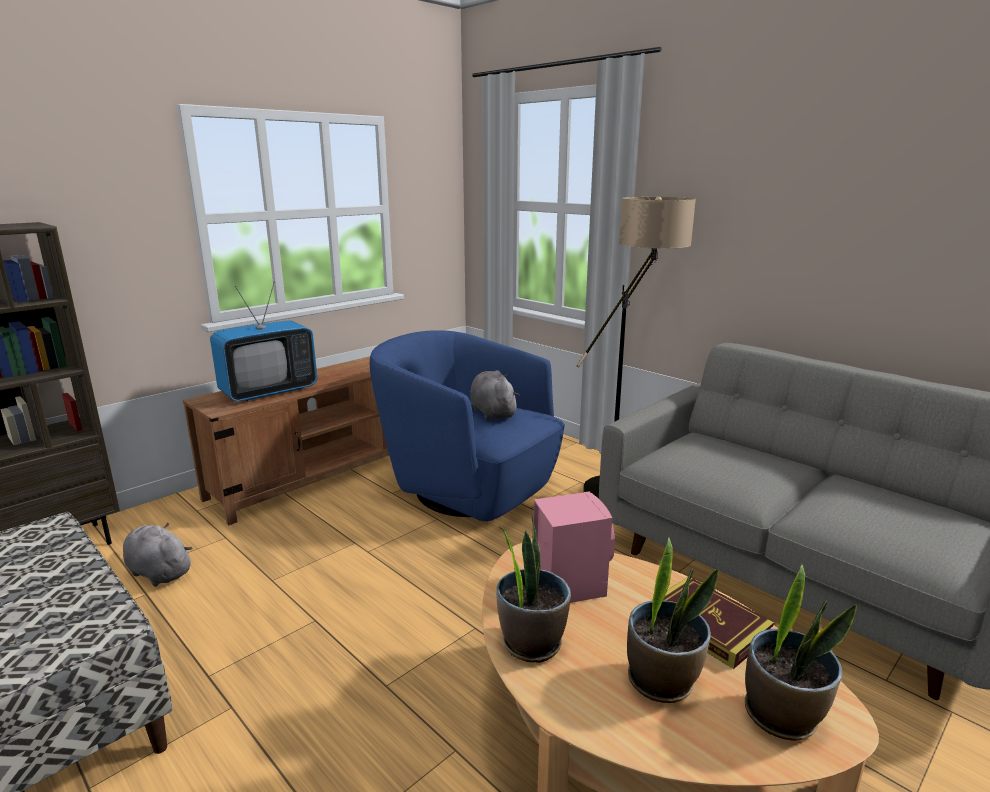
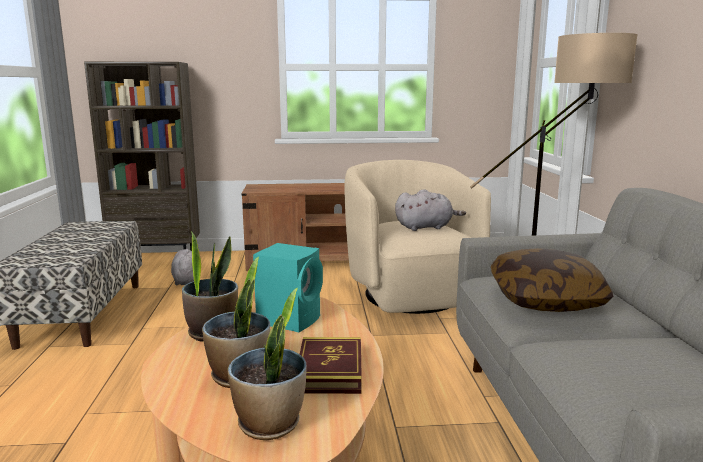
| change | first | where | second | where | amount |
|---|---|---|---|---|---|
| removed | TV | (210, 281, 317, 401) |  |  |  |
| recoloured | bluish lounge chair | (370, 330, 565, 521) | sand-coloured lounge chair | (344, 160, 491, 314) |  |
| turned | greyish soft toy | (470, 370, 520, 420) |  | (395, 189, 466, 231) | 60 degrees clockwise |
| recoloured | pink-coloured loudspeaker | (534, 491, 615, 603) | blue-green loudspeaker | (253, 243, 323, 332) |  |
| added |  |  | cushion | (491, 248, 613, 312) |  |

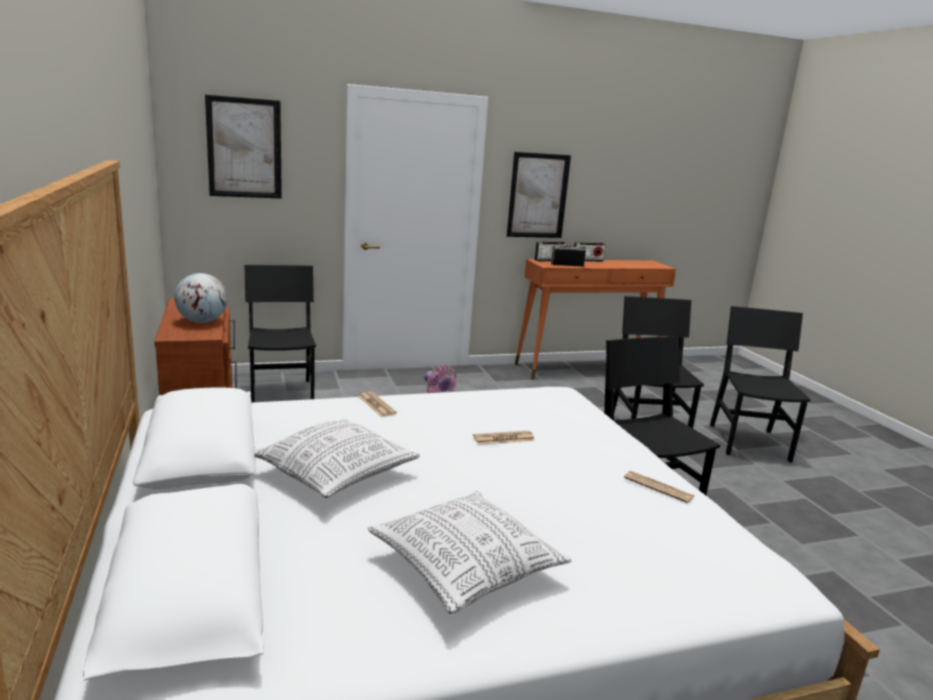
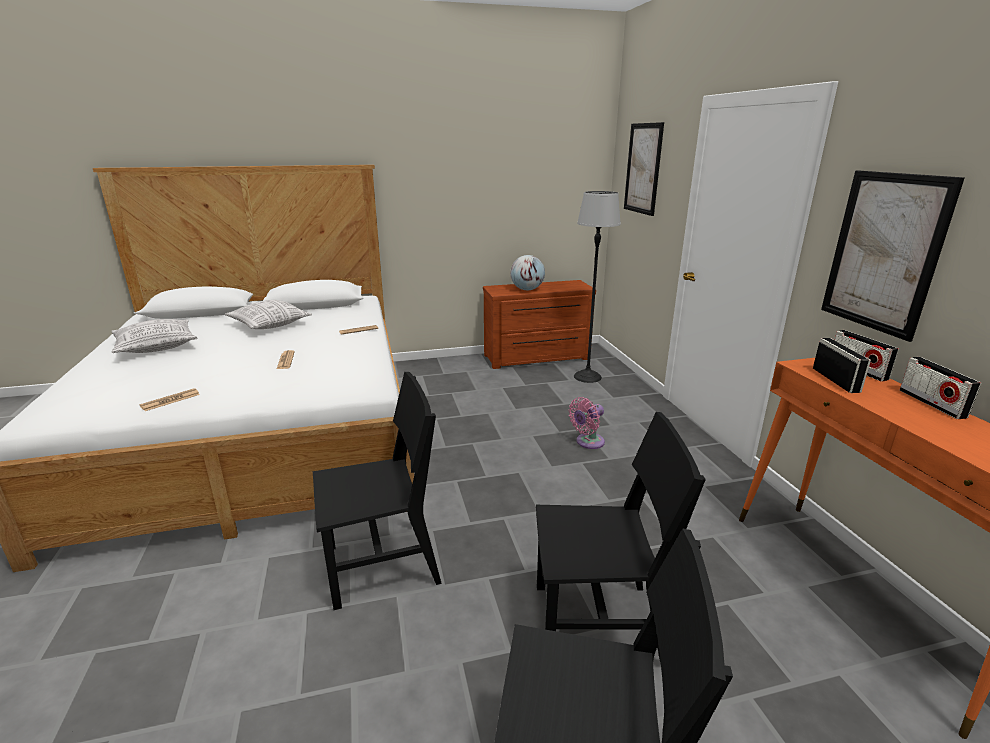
| change | first | where | second | where | amount |
|---|---|---|---|---|---|
| replaced | black-coloured plain chair | (245, 265, 316, 403) | standing lamp | (574, 191, 621, 383) |  |

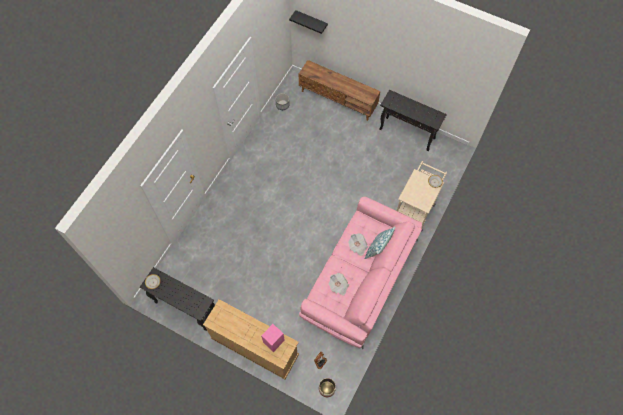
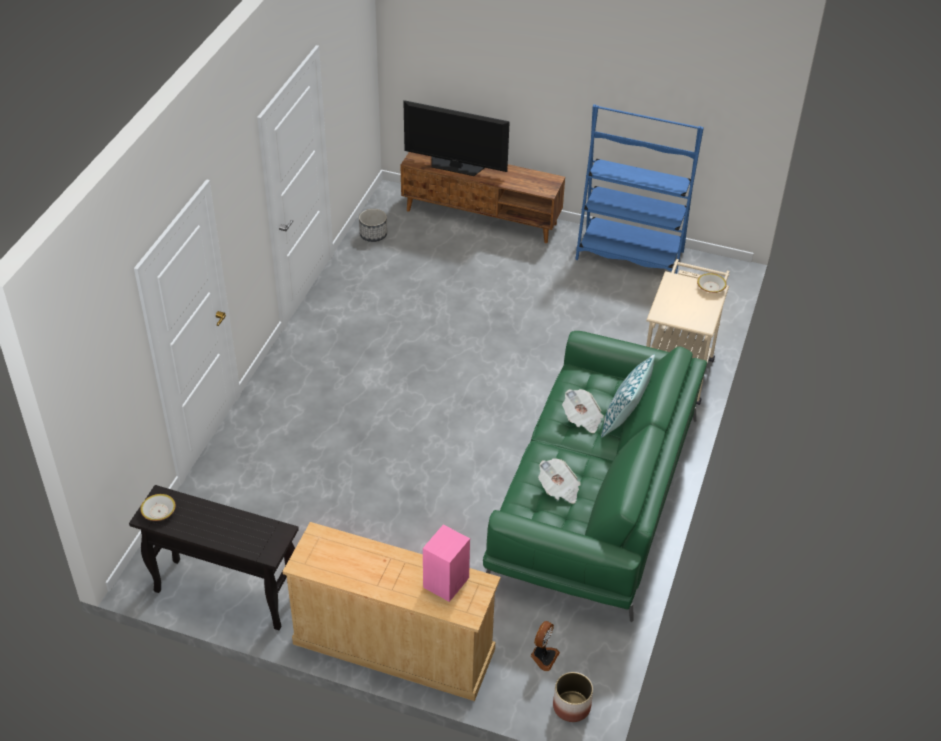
| change | first | where | second | where | amount |
|---|---|---|---|---|---|
| removed | black-coloured bracket shelf | (289, 10, 328, 34) |  |  |  |
| replaced | black-coloured console table | (379, 90, 447, 151) | bluish bookshelf | (575, 104, 704, 274) |  |
| recoloured | pink-coloured couch | (299, 197, 422, 349) | greenish couch | (483, 331, 707, 622) |  |
| added |  |  | TV | (403, 100, 510, 176) |  |

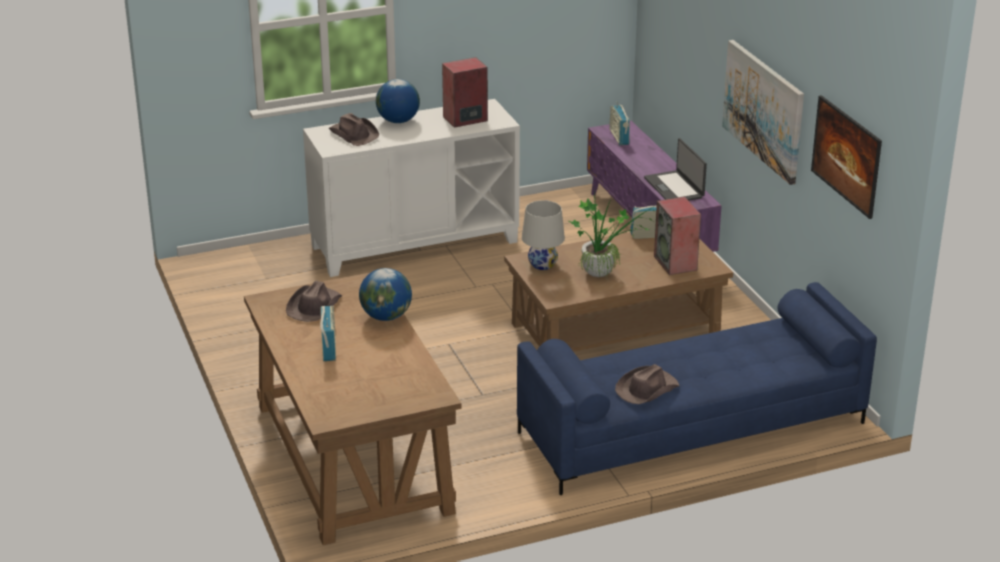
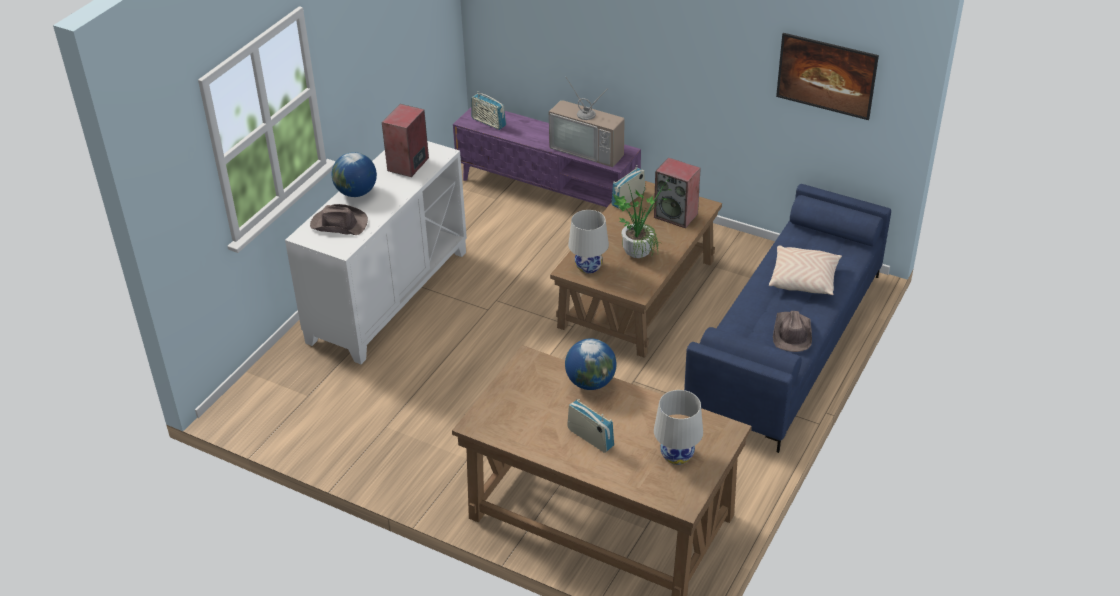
| change | first | where | second | where | amount |
|---|---|---|---|---|---|
| removed | picture | (722, 40, 804, 185) |  |  |  |
| replaced | notebook computer | (644, 138, 707, 201) | TV | (549, 79, 625, 167) |  |
| removed | brownish wearable hat | (286, 281, 342, 322) |  |  |  |
| added |  |  | sand-coloured cushion | (769, 246, 842, 295) |  |
| added |  |  | whitish table lamp | (654, 390, 703, 465) |  |

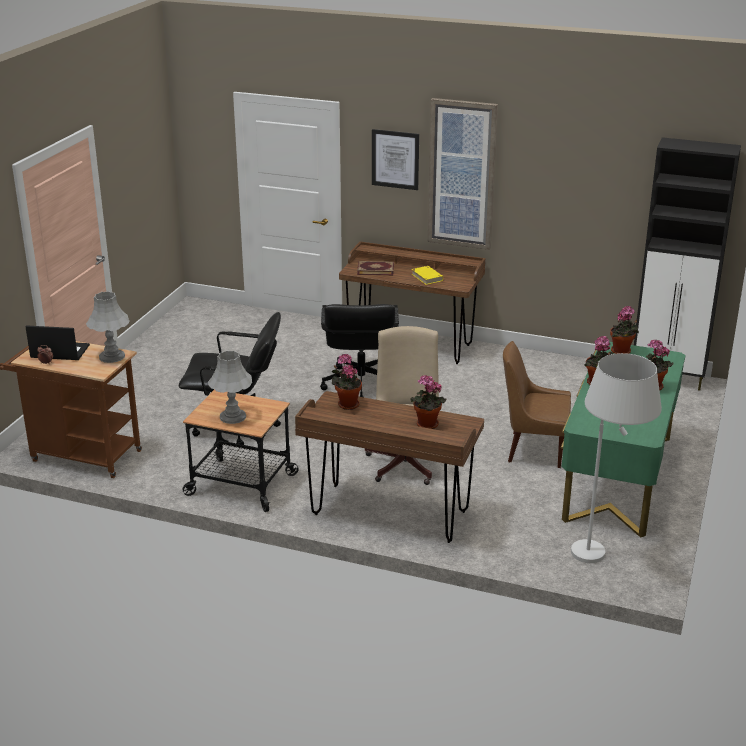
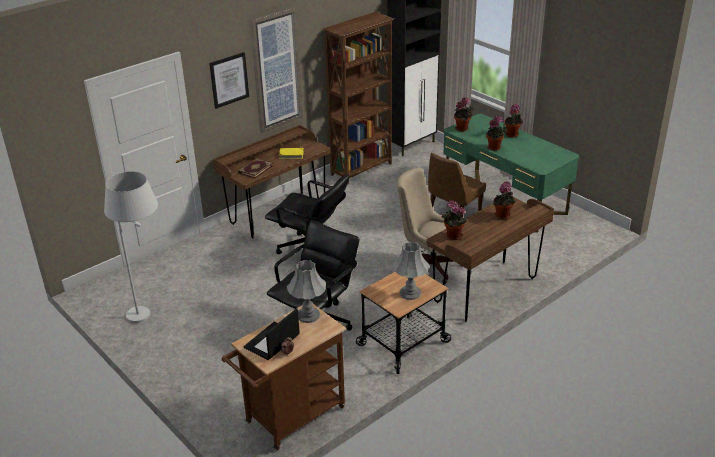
| change | first | where | second | where | amount |
|---|---|---|---|---|---|
| moved | whitish standing lamp | (571, 353, 662, 563) |  | (104, 171, 158, 323) |  |
| added |  |  | brownish bookshelf | (323, 12, 394, 184) |  |

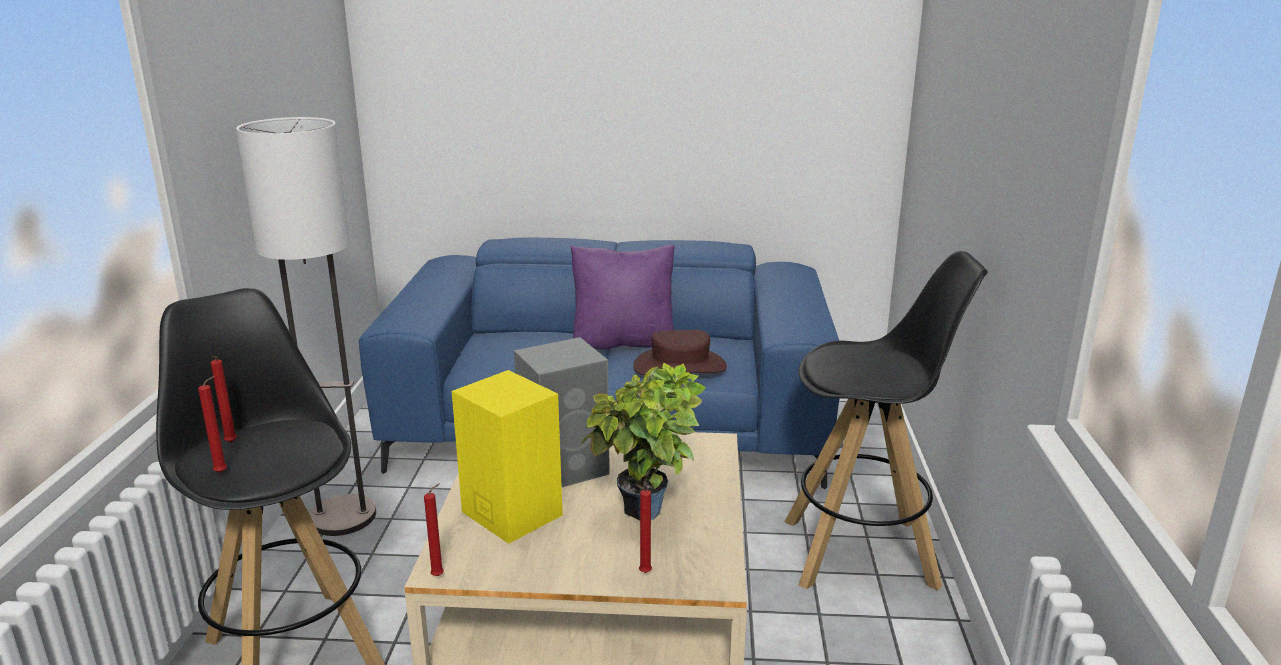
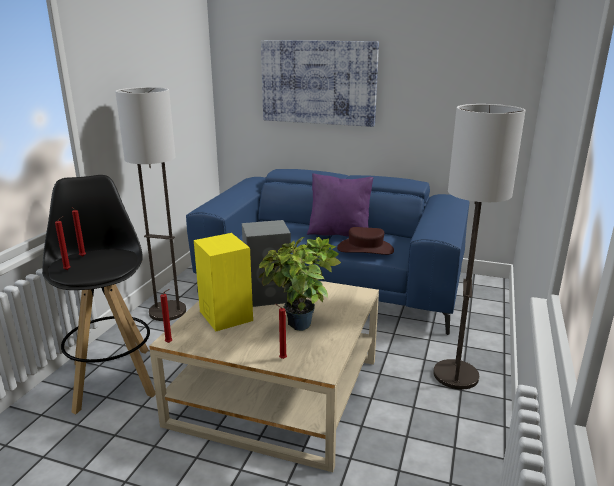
| change | first | where | second | where | amount |
|---|---|---|---|---|---|
| replaced | black-coloured sitting stool | (785, 251, 988, 591) | standing lamp | (433, 104, 526, 390) |  |
| added |  |  | picture | (261, 40, 379, 127) |  |

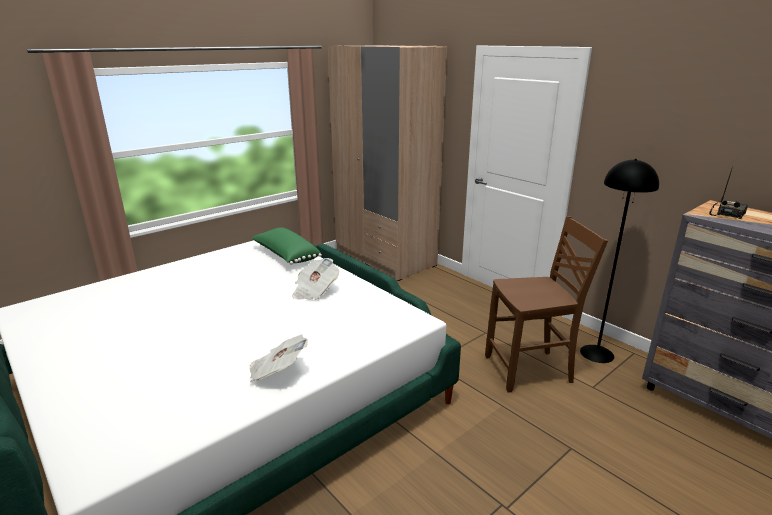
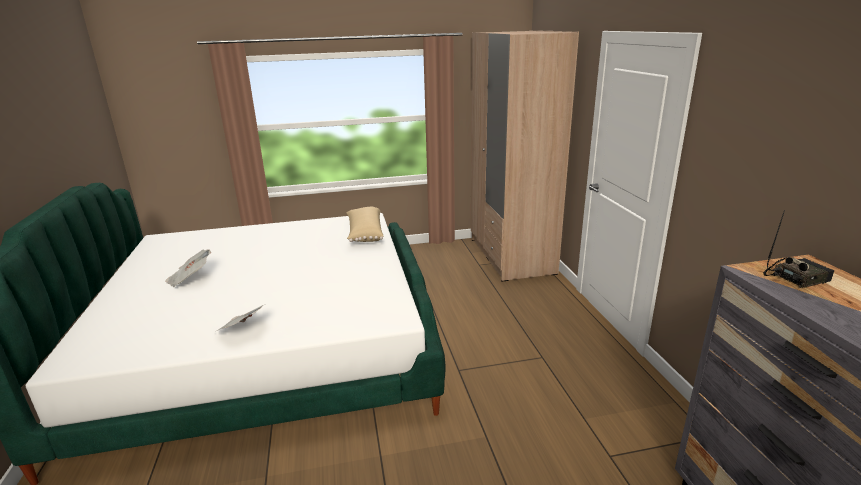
| change | first | where | second | where | amount |
|---|---|---|---|---|---|
| removed | black-coloured standing lamp | (580, 159, 659, 363) |  |  |  |
| removed | brownish plain chair | (485, 216, 608, 393) |  |  |  |
| recoloured | greenish cushion | (252, 227, 322, 265) | sand-coloured cushion | (347, 207, 384, 242) |  |
| moved | newspaper | (292, 258, 339, 300) |  | (165, 249, 211, 287) |  |

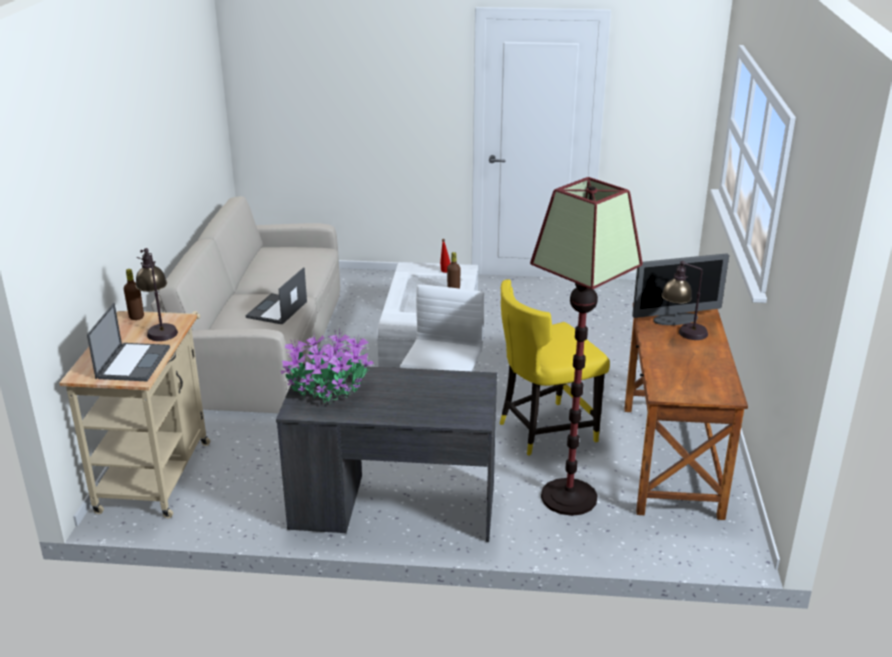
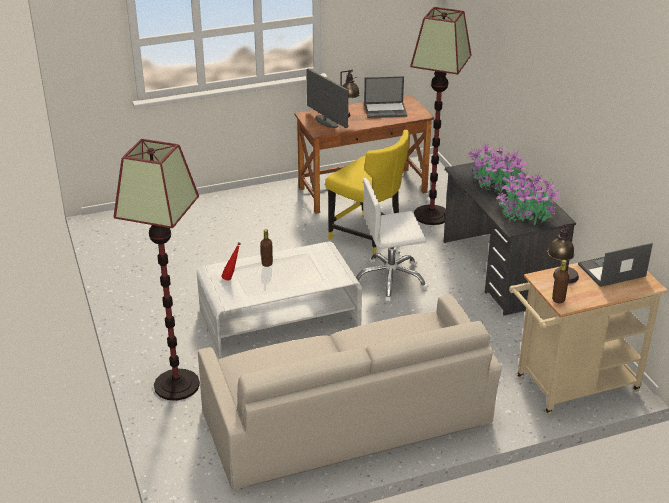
| change | first | where | second | where | amount |
|---|---|---|---|---|---|
| moved | notebook computer | (246, 267, 307, 325) |  | (364, 76, 407, 118) |  |
| added |  |  | standing lamp | (113, 139, 200, 401) |  |
| added |  |  | houseplant | (468, 143, 529, 193) |  |

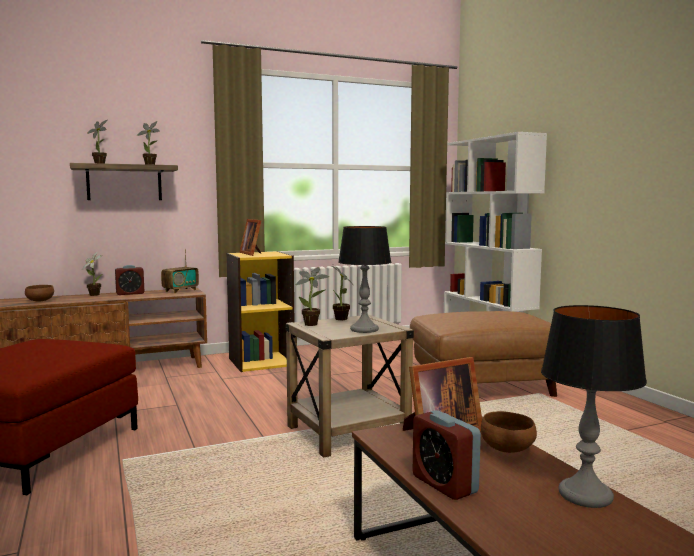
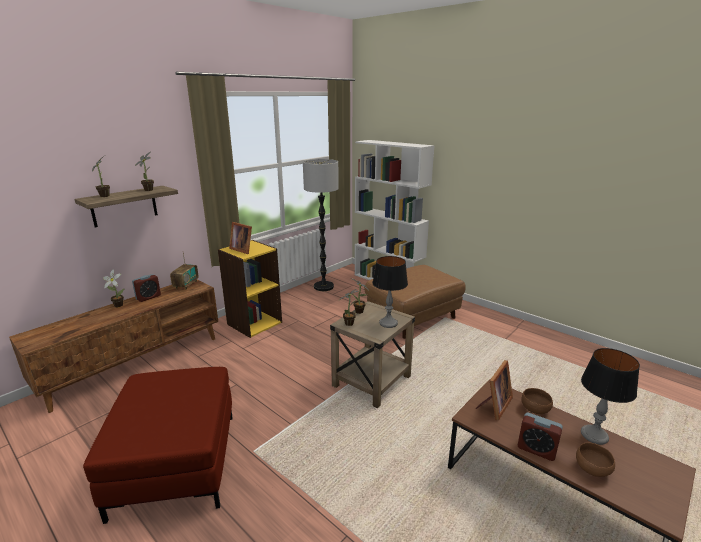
| change | first | where | second | where | amount |
|---|---|---|---|---|---|
| moved | brownish deep dish | (25, 285, 54, 302) |  | (576, 443, 615, 477) |  |
| added |  |  | standing lamp | (303, 159, 339, 291) |  |

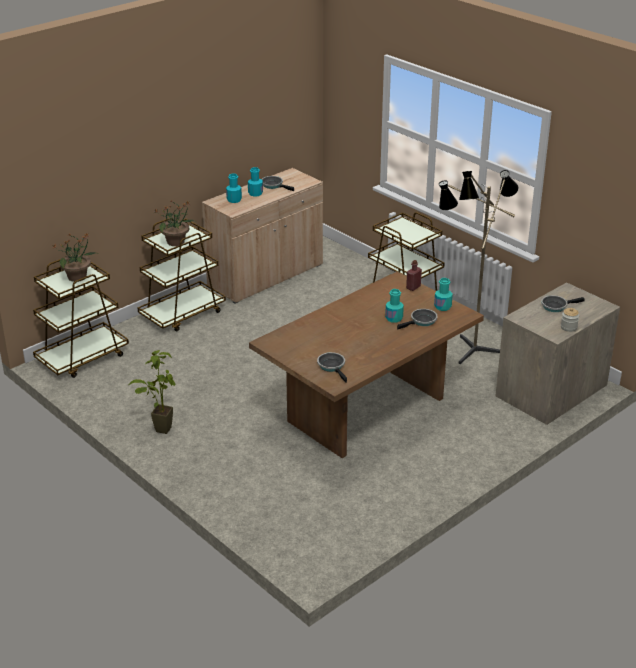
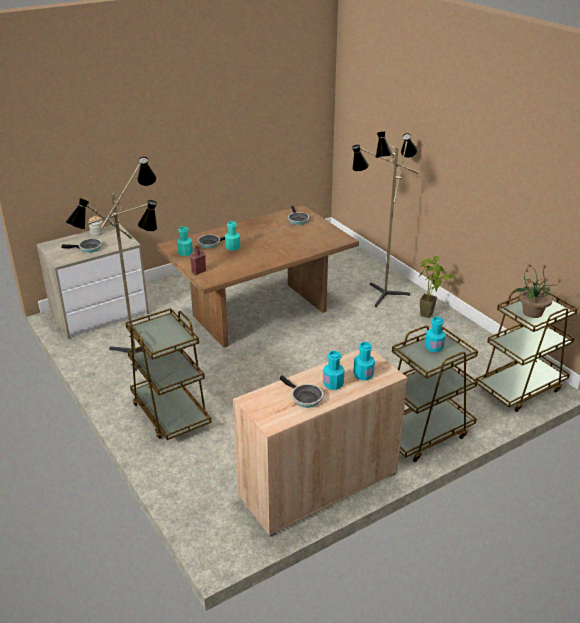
| change | first | where | second | where | amount |
|---|---|---|---|---|---|
| replaced | houseplant | (154, 200, 197, 246) | blue-green beverage bottle | (425, 317, 445, 352) |  |
| added |  |  | standing lamp | (352, 131, 419, 307) |  |

